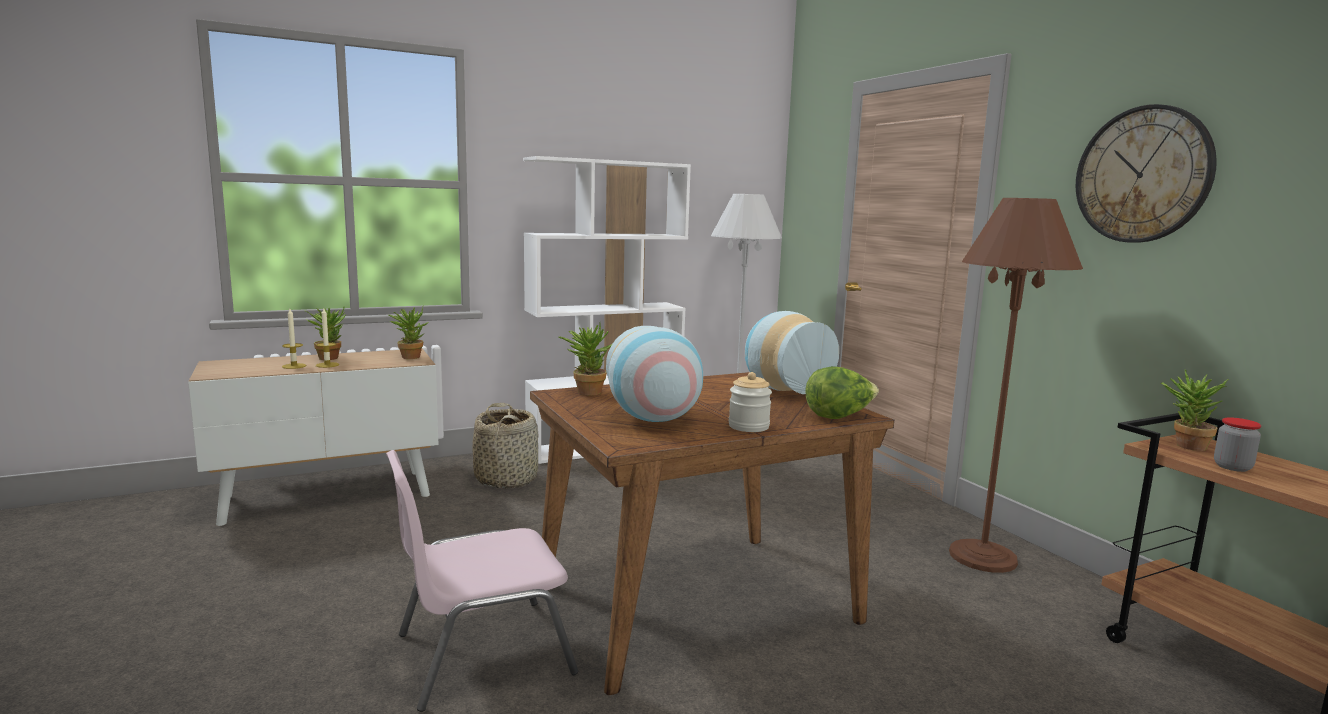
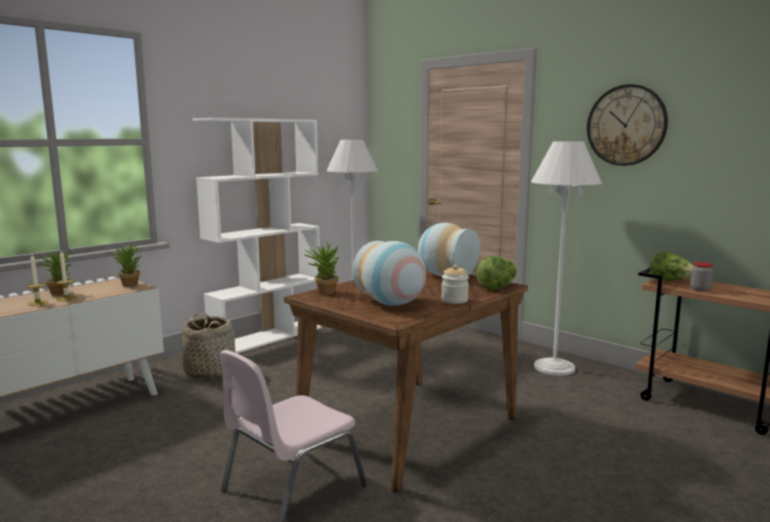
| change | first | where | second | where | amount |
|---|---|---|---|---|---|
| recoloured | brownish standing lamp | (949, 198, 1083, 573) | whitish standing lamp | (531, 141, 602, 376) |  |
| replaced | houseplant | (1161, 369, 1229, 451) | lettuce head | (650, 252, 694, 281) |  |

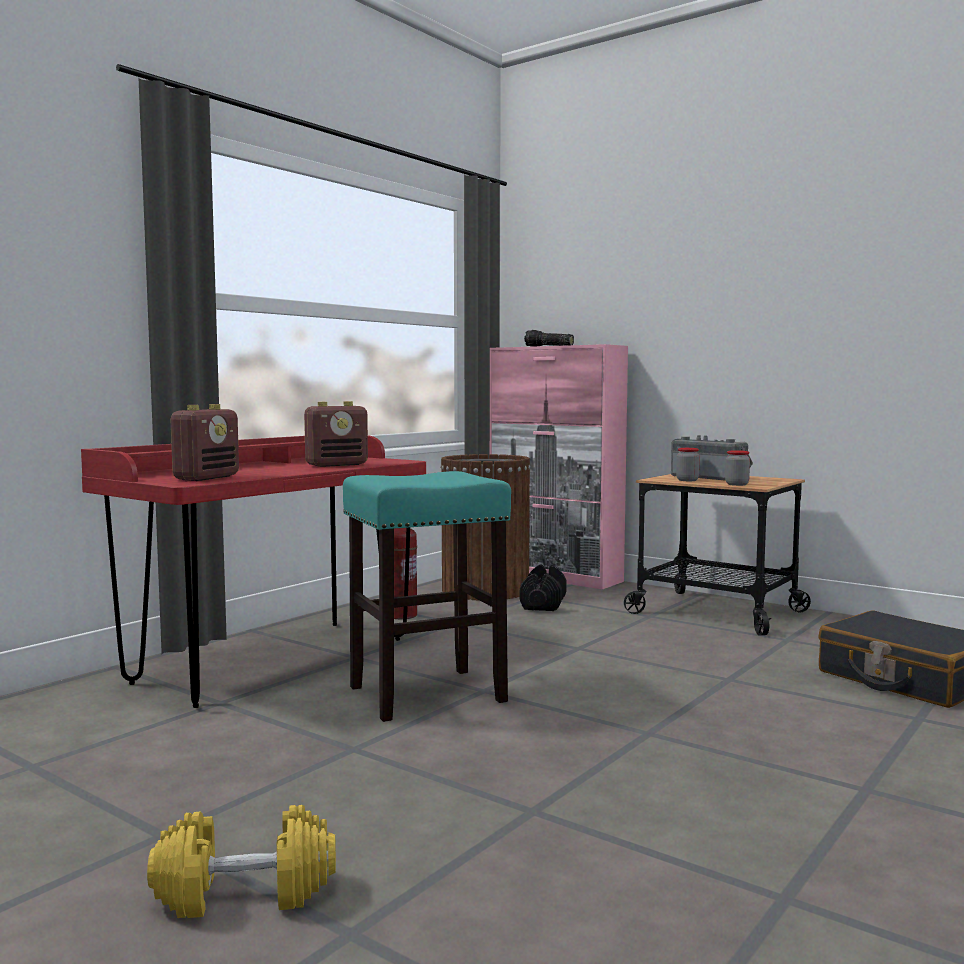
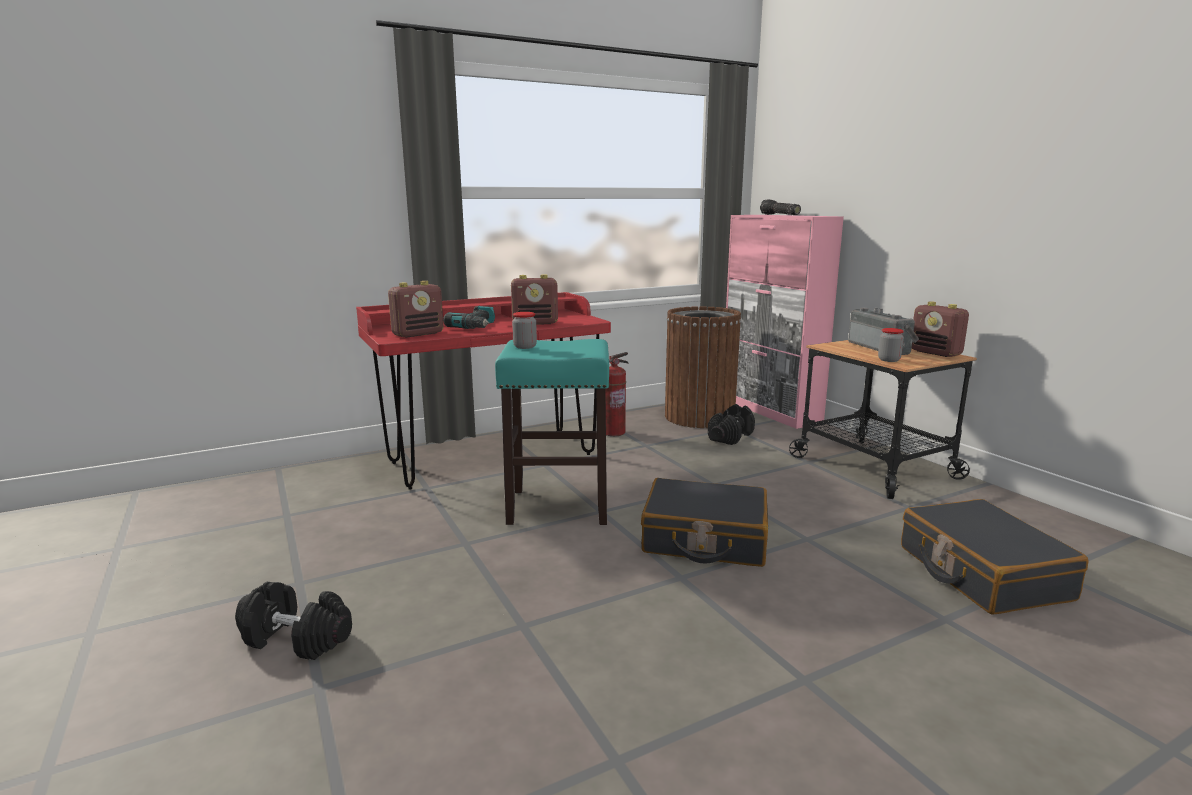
| change | first | where | second | where | amount |
|---|---|---|---|---|---|
| moved | preserve jar | (676, 448, 700, 481) |  | (512, 312, 537, 349) |  |
| recoloured | yellowish free weight | (147, 805, 336, 918) | black-coloured free weight | (235, 582, 352, 660) |  |
| added |  |  | radio set | (912, 301, 969, 357) |  |
| added |  |  | electric drill | (443, 306, 495, 329) |  |
| added |  |  | black-coloured suitcase | (641, 478, 768, 567) |  |

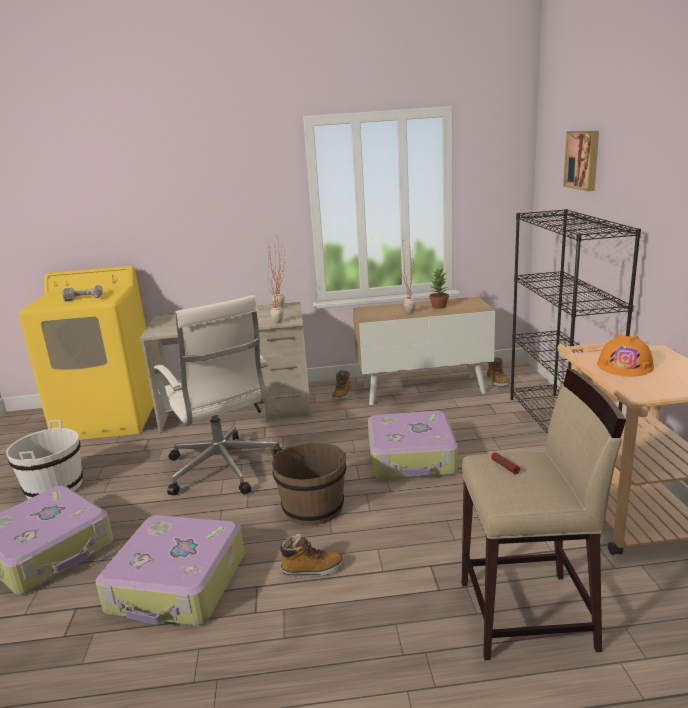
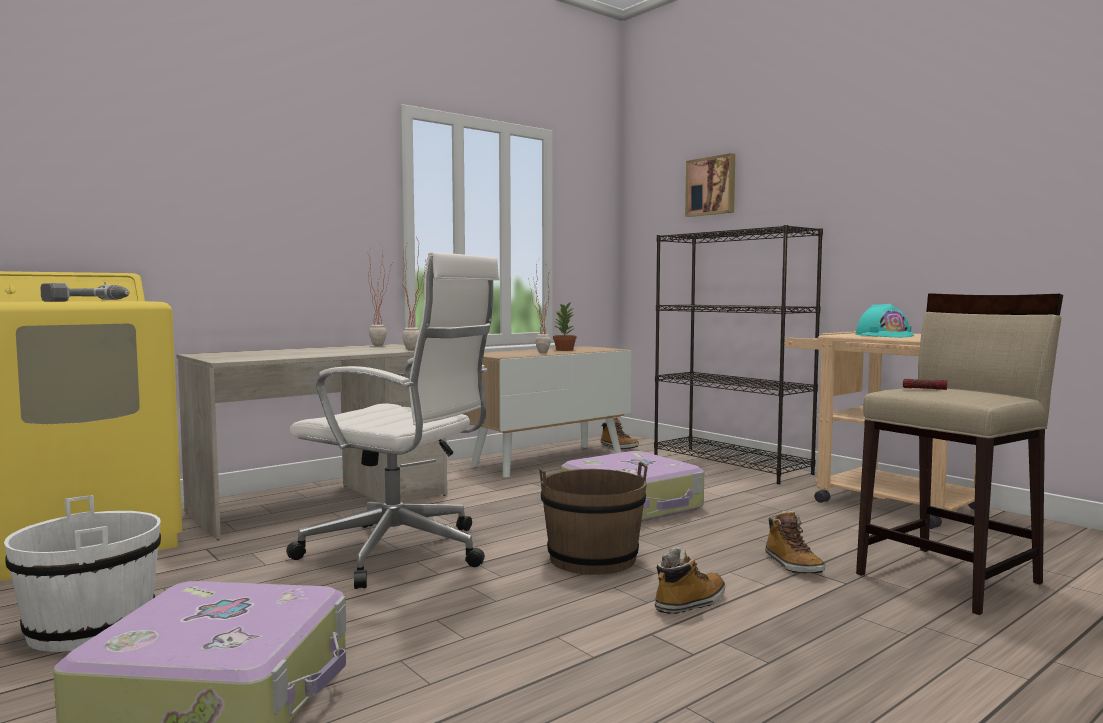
| change | first | where | second | where | amount |
|---|---|---|---|---|---|
| recoloured | orange safety helmet | (597, 334, 654, 377) | blue-green safety helmet | (855, 304, 914, 337) |  |
| moved | high-top boot | (332, 370, 351, 400) |  | (765, 510, 825, 574) |  |
| removed | suitcase | (96, 515, 245, 625) |  |  |  |

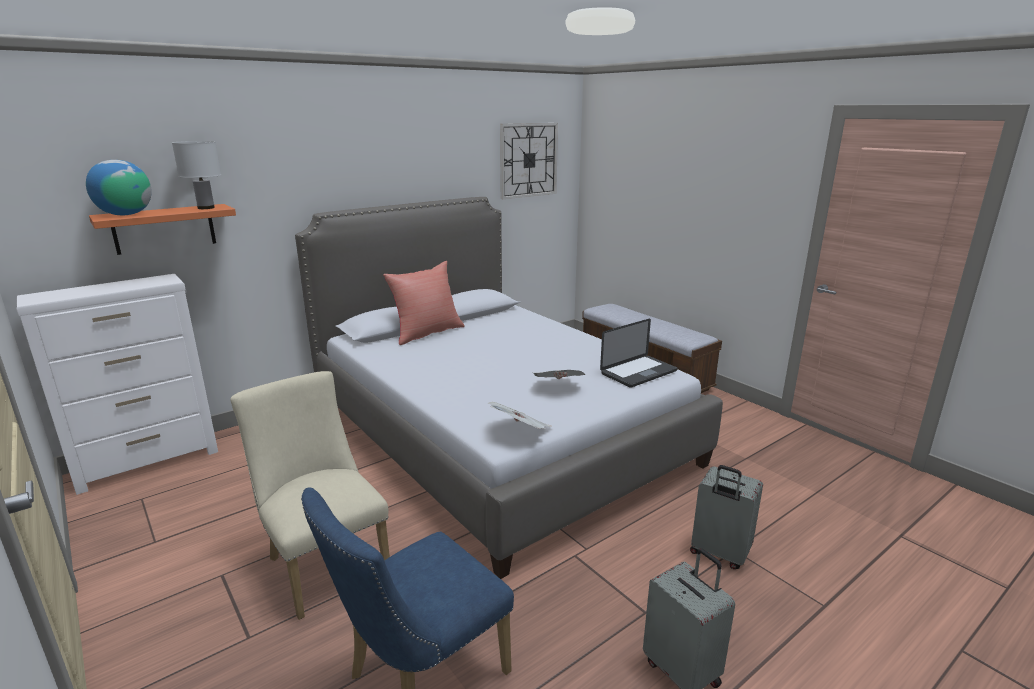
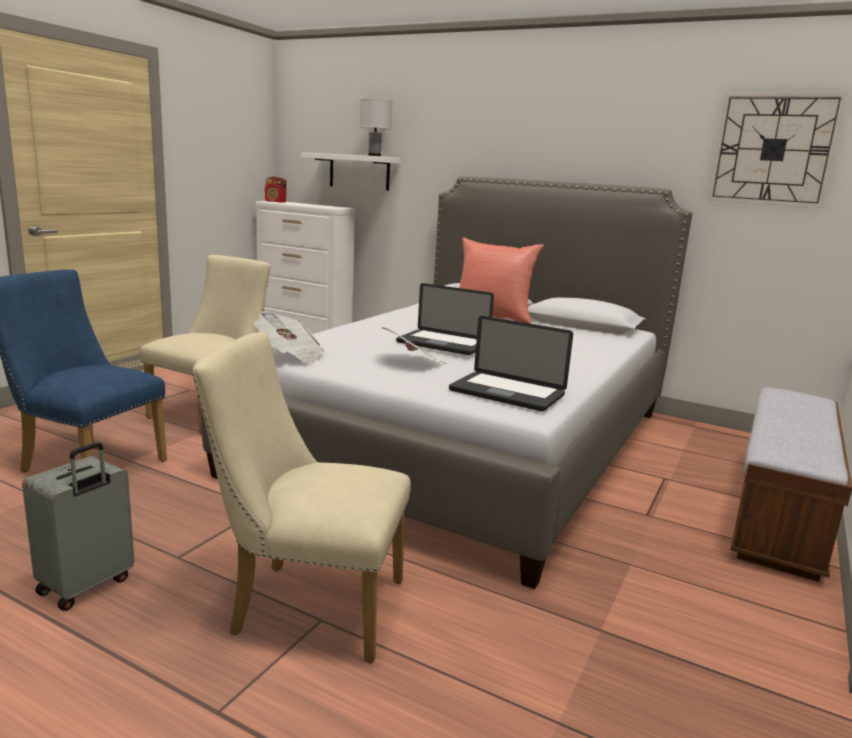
| change | first | where | second | where | amount |
|---|---|---|---|---|---|
| removed | globe | (86, 160, 152, 215) |  |  |  |
| recoloured | orange bracket shelf | (89, 204, 236, 255) | whitish bracket shelf | (301, 152, 400, 191) |  |
| replaced | greyish suitcase | (690, 465, 763, 569) | sand-coloured plain chair | (192, 332, 411, 663) |  |
| added |  |  | radio set | (265, 176, 286, 203) |  |
| added |  |  | notebook computer | (396, 283, 494, 355) |  |

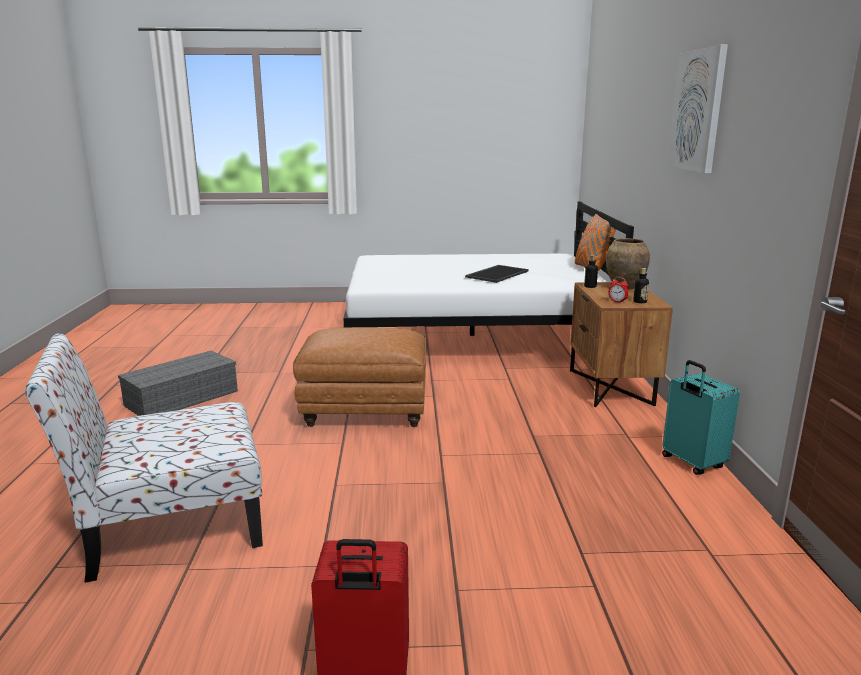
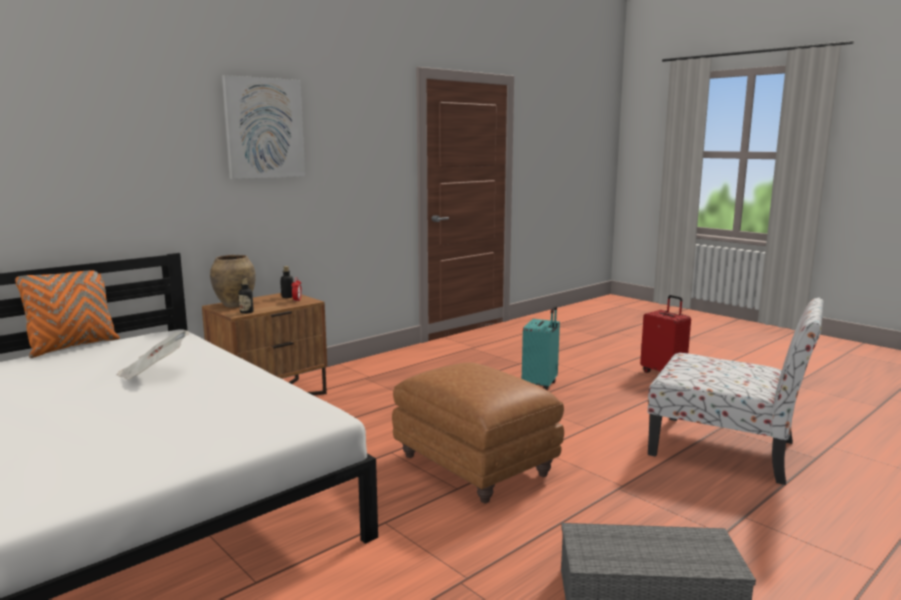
| change | first | where | second | where | amount |
|---|---|---|---|---|---|
| replaced | tray | (465, 265, 529, 283) | newspaper | (117, 330, 189, 380) |  |
| moved | blue-green suitcase | (662, 360, 740, 475) |  | (522, 306, 560, 390) |  |

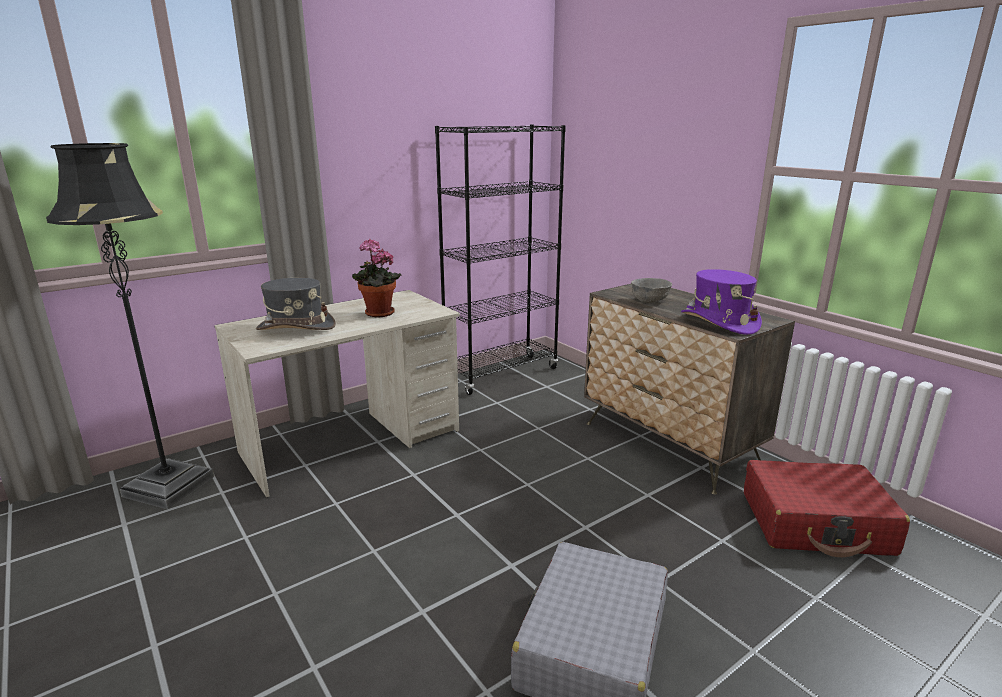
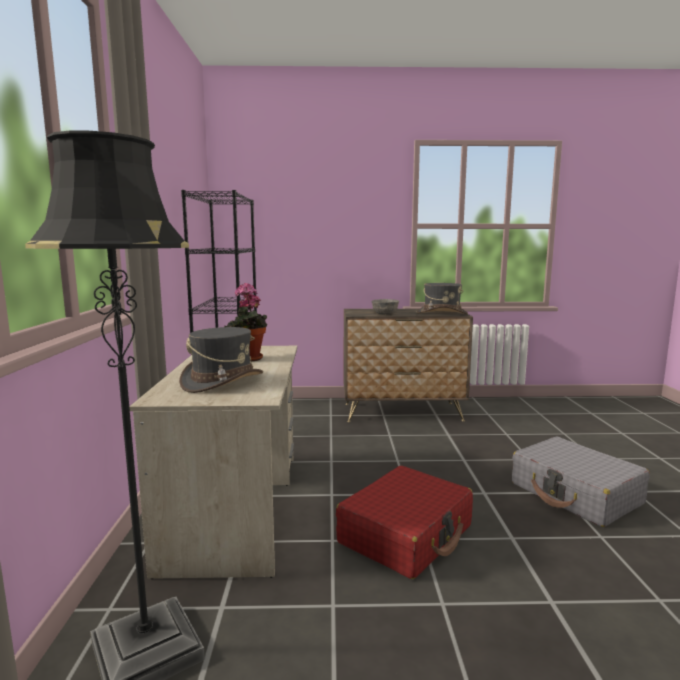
| change | first | where | second | where | amount |
|---|---|---|---|---|---|
| recoloured | purple wearable hat | (681, 269, 762, 335) | greyish wearable hat | (416, 283, 468, 314) |  |
| moved | red suitcase | (744, 460, 910, 557) |  | (336, 466, 473, 579) |  |

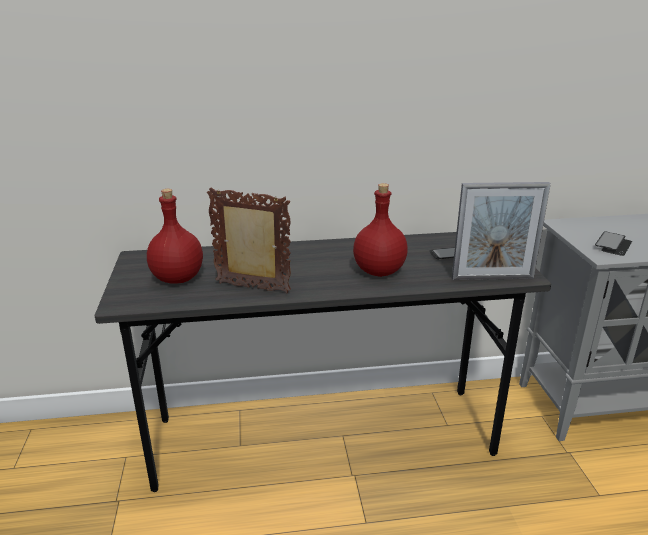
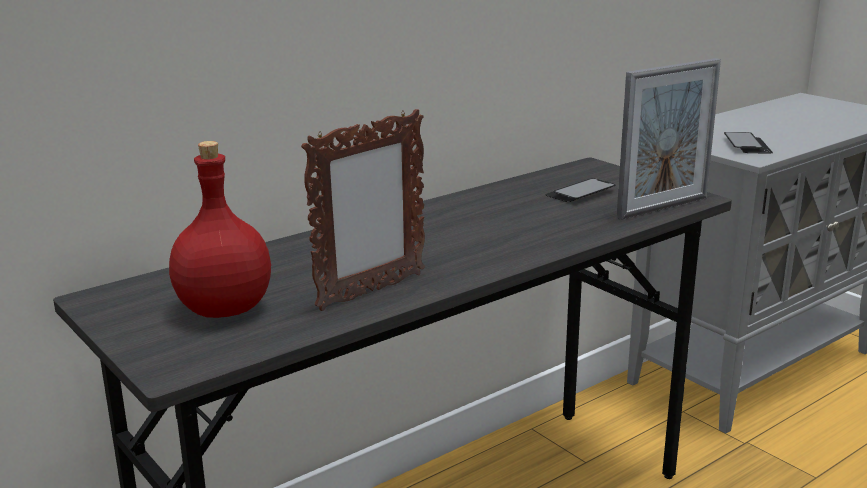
| change | first | where | second | where | amount |
|---|---|---|---|---|---|
| removed | red beverage bottle | (353, 183, 408, 277) |  |  |  |
| turned | picture frame | (207, 188, 291, 293) |  | (301, 109, 425, 311) | 150 degrees clockwise |

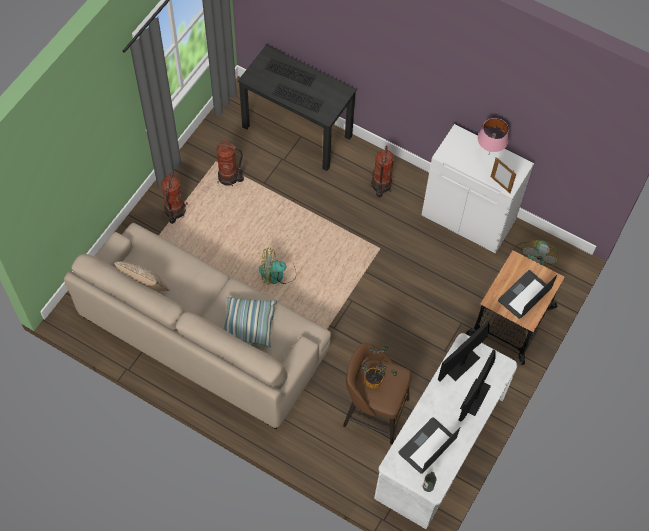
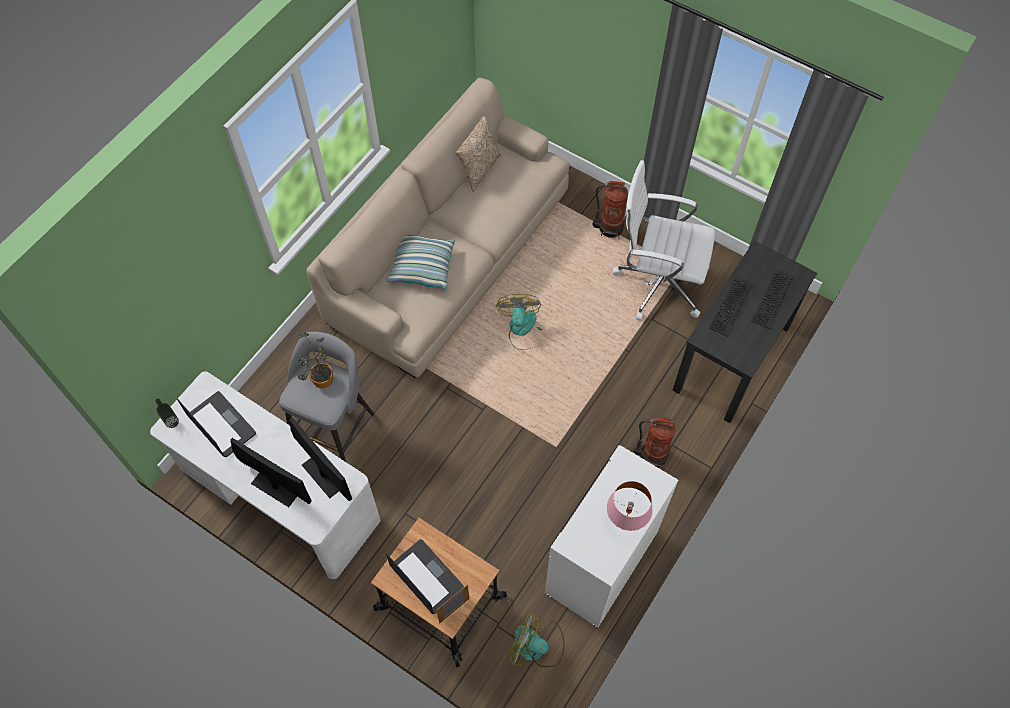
| change | first | where | second | where | amount |
|---|---|---|---|---|---|
| replaced | fire-fighting cylinder | (217, 141, 244, 187) | whitish desk chair | (612, 160, 715, 320) |  |
| moved | picture frame | (491, 157, 516, 193) |  | (436, 585, 469, 623) |  |
| recoloured | brownish sitting stool | (343, 343, 412, 444) | greyish sitting stool | (279, 332, 374, 462) |  |

